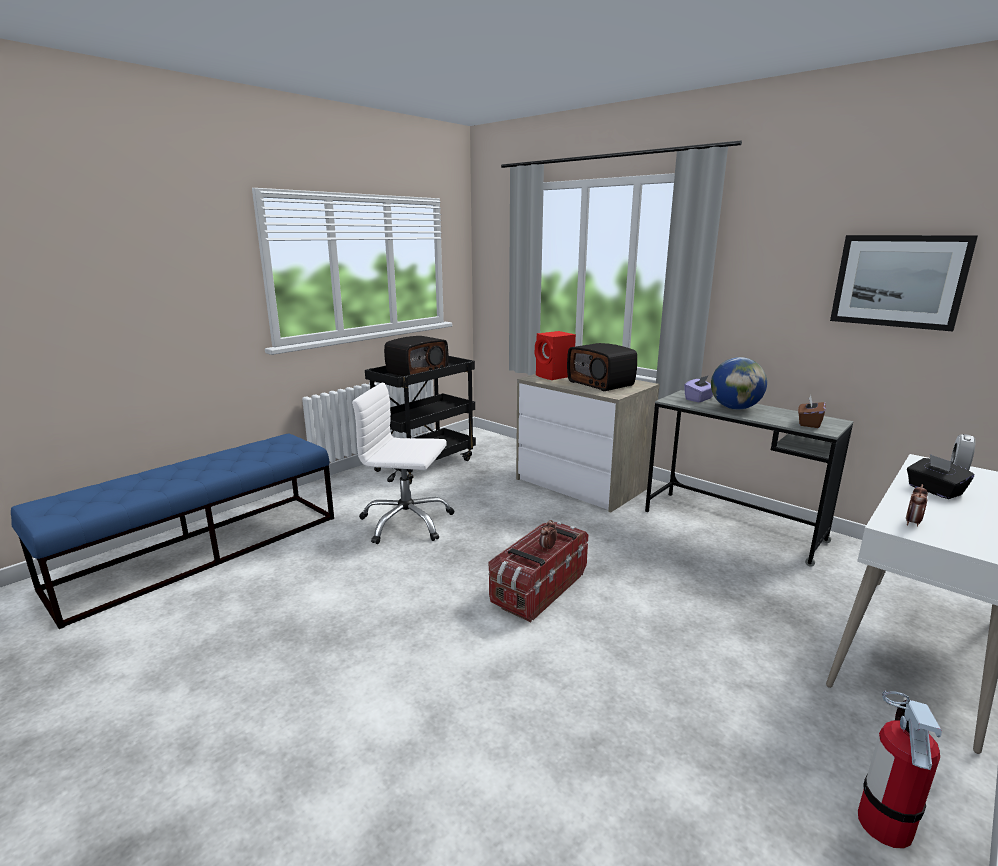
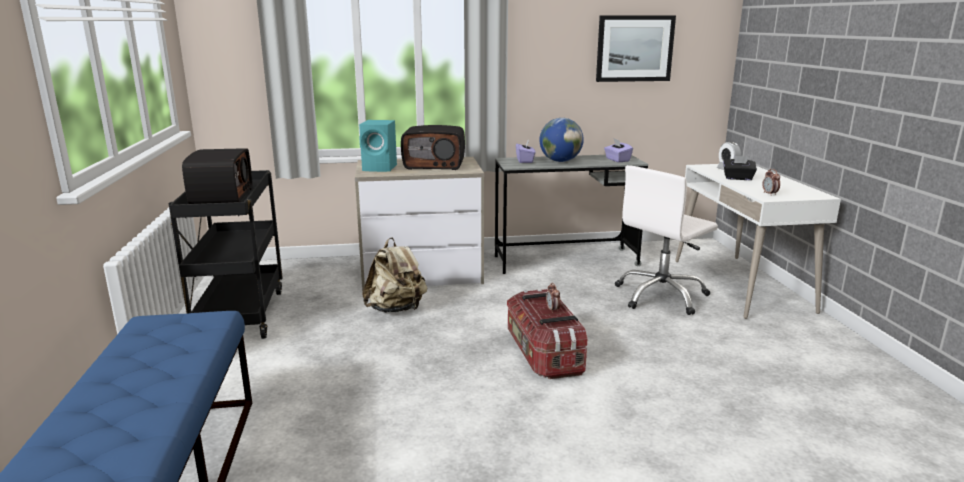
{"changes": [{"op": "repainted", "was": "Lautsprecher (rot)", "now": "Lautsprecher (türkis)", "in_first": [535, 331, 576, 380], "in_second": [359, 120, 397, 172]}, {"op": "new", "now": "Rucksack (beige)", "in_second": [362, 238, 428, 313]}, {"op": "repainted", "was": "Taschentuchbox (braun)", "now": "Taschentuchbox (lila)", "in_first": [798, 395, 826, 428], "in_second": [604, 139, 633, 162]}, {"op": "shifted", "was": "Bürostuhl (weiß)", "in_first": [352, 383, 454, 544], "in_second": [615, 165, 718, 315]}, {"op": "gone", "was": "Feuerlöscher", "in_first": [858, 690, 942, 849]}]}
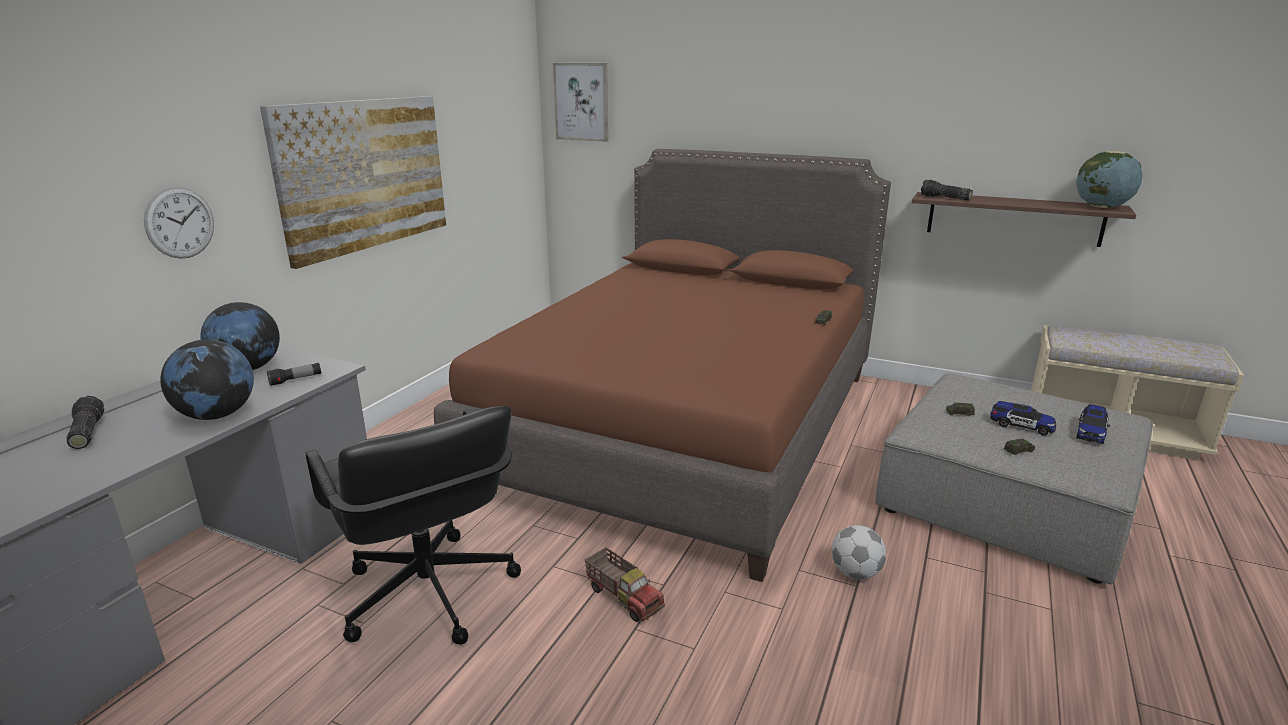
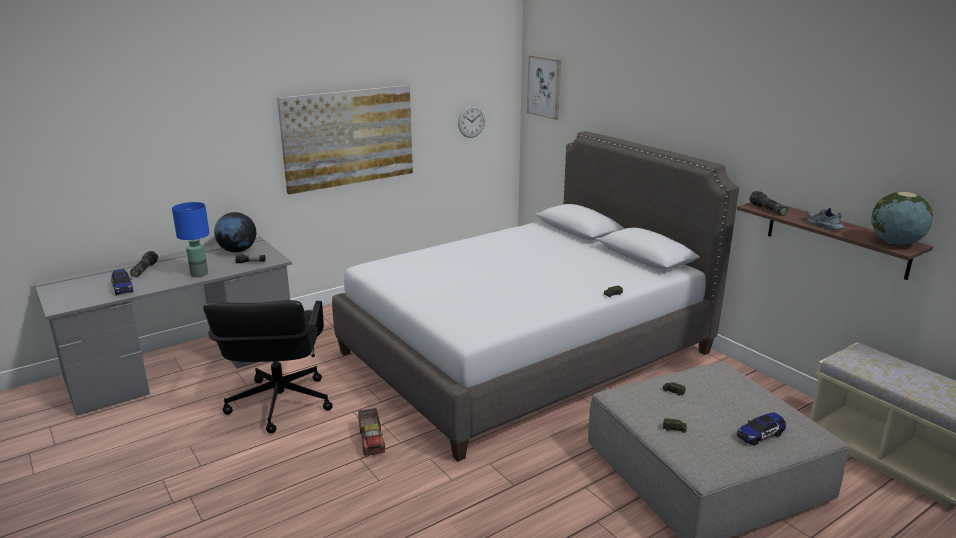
{"changes": [{"op": "shifted", "was": "Spielzeugauto", "in_first": [990, 401, 1056, 436], "in_second": [111, 269, 133, 295]}, {"op": "swapped", "was": "Globus", "now": "Tischlampe (blau)", "in_first": [160, 339, 254, 420], "in_second": [172, 202, 209, 277]}, {"op": "repainted", "was": "Bett (braun)", "now": "Bett (grau)", "in_first": [434, 149, 891, 582], "in_second": [332, 131, 739, 462]}, {"op": "shifted", "was": "Wanduhr", "in_first": [144, 187, 214, 259], "in_second": [458, 105, 485, 138]}, {"op": "new", "now": "Schuh", "in_second": [806, 208, 844, 230]}, {"op": "gone", "was": "Fußball", "in_first": [831, 525, 886, 580]}]}
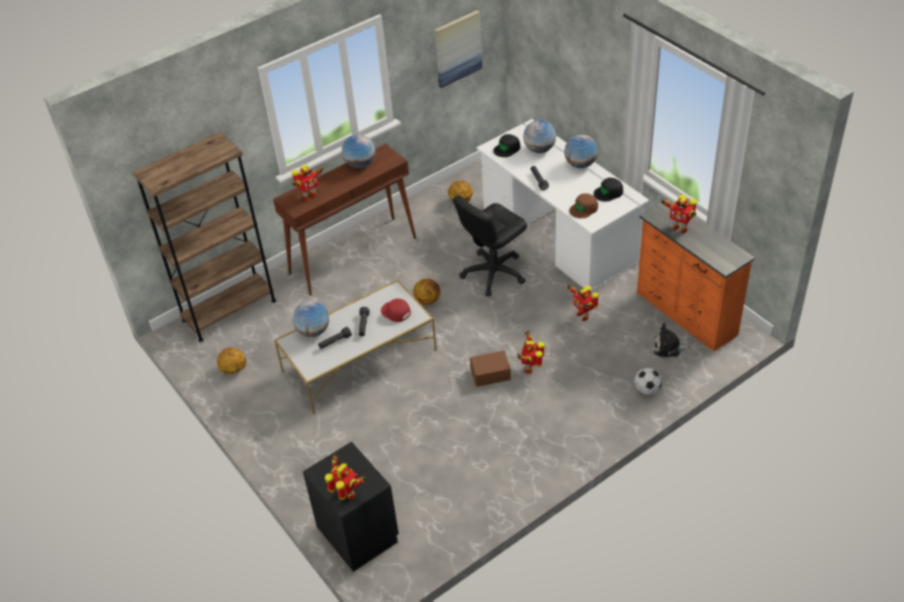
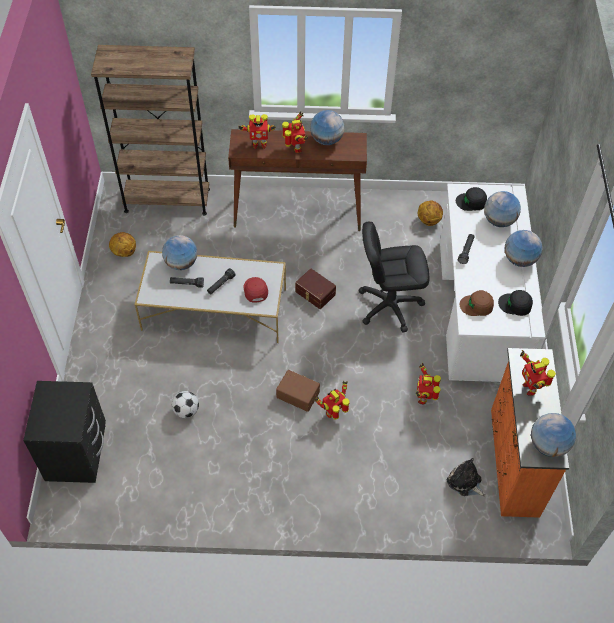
{"changes": [{"op": "shifted", "was": "Fußball", "in_first": [634, 368, 662, 395], "in_second": [172, 391, 199, 418]}, {"op": "shifted", "was": "Spielzeugroboter", "in_first": [325, 453, 366, 500], "in_second": [282, 111, 308, 153]}, {"op": "swapped", "was": "Basketball", "now": "Aufbewahrungsbox (braun)", "in_first": [413, 279, 440, 305], "in_second": [295, 268, 336, 309]}, {"op": "new", "now": "Globus", "in_second": [531, 413, 576, 457]}, {"op": "gone", "was": "Bild", "in_first": [434, 10, 482, 88]}]}
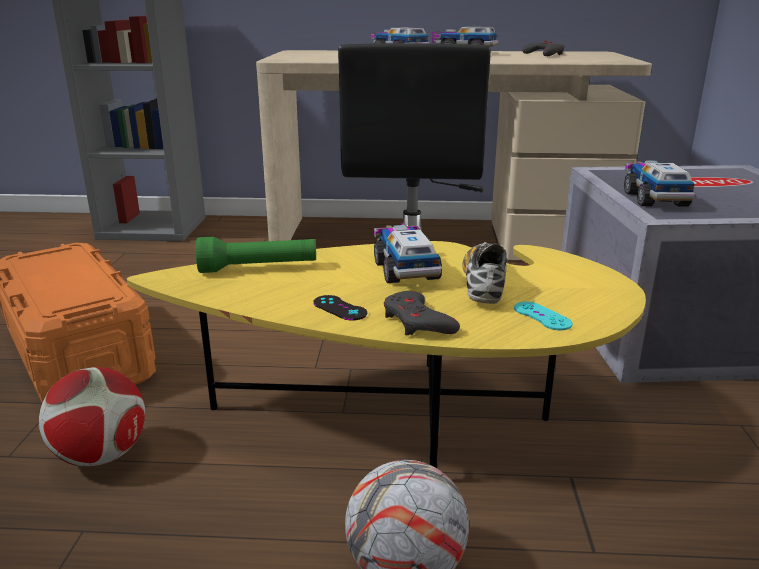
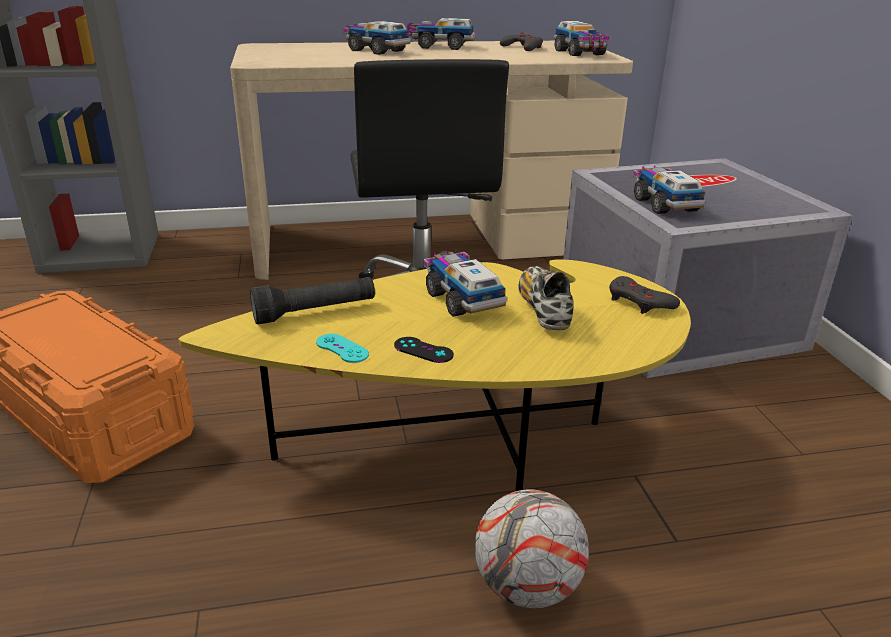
{"changes": [{"op": "repainted", "was": "Taschenlampe (grün)", "now": "Taschenlampe (schwarz)", "in_first": [195, 237, 316, 273], "in_second": [250, 277, 375, 325]}, {"op": "shifted", "was": "Gamepad (türkis)", "in_first": [514, 302, 573, 330], "in_second": [316, 334, 369, 363]}, {"op": "new", "now": "Spielzeuglaster", "in_second": [554, 21, 611, 56]}, {"op": "shifted", "was": "Gamepad (grau)", "in_first": [384, 291, 460, 336], "in_second": [609, 276, 680, 314]}, {"op": "gone", "was": "Fußball", "in_first": [39, 367, 145, 466]}]}
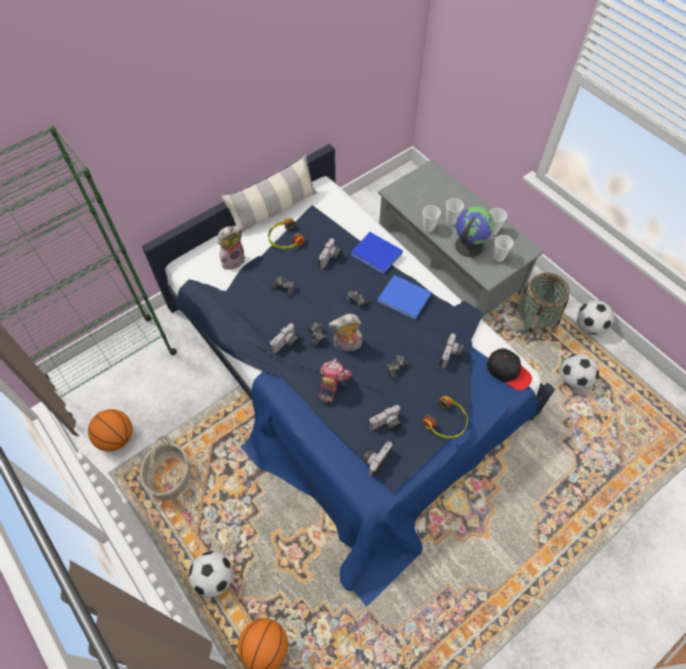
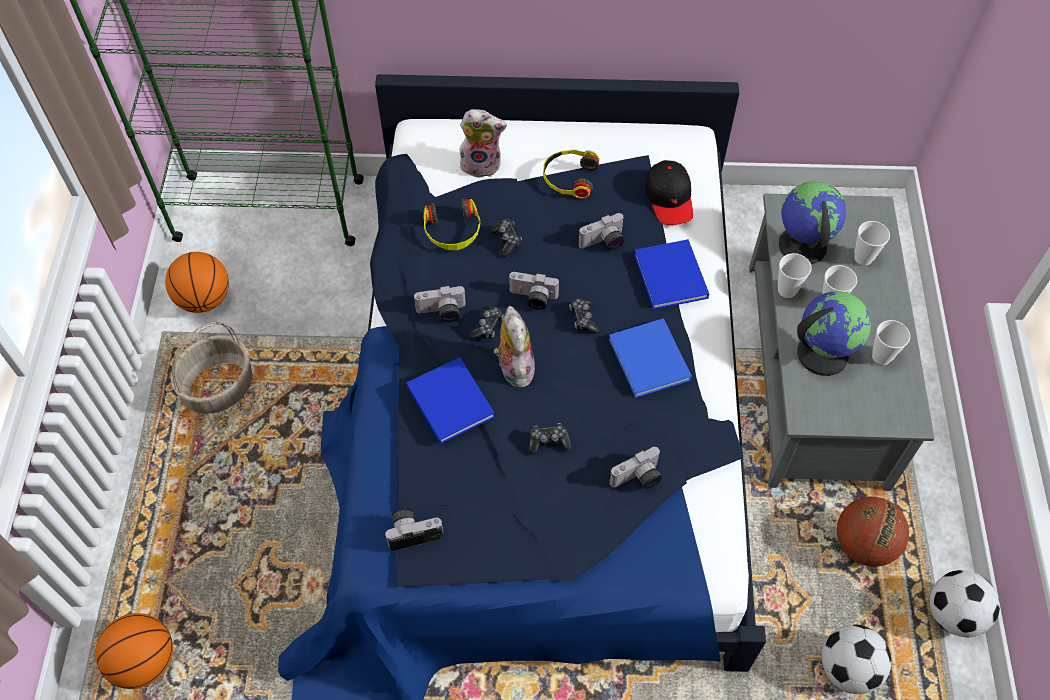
{"changes": [{"op": "swapped", "was": "Spielzeugroboter", "now": "Buch (blau)", "in_first": [318, 358, 352, 403], "in_second": [406, 357, 495, 444]}, {"op": "shifted", "was": "Kopfhörer", "in_first": [423, 396, 468, 438], "in_second": [424, 199, 481, 250]}, {"op": "rotated", "was": "Plüschtier", "in_first": [328, 314, 362, 351], "in_second": [494, 306, 535, 387], "clockwise": 45}, {"op": "shifted", "was": "Kamera", "in_first": [368, 405, 402, 431], "in_second": [508, 272, 560, 310]}, {"op": "shifted", "was": "Kappe (schwarz)", "in_first": [487, 348, 532, 391], "in_second": [645, 160, 693, 225]}, {"op": "new", "now": "Globus", "in_second": [779, 181, 846, 264]}, {"op": "swapped", "was": "Korb", "now": "Basketball", "in_first": [510, 273, 570, 341], "in_second": [837, 497, 909, 567]}, {"op": "shifted", "was": "Tasse", "in_first": [493, 235, 514, 262], "in_second": [854, 221, 890, 266]}, {"op": "gone", "was": "Fußball", "in_first": [189, 552, 233, 598]}, {"op": "gone", "was": "Kissen", "in_first": [221, 154, 317, 233]}]}
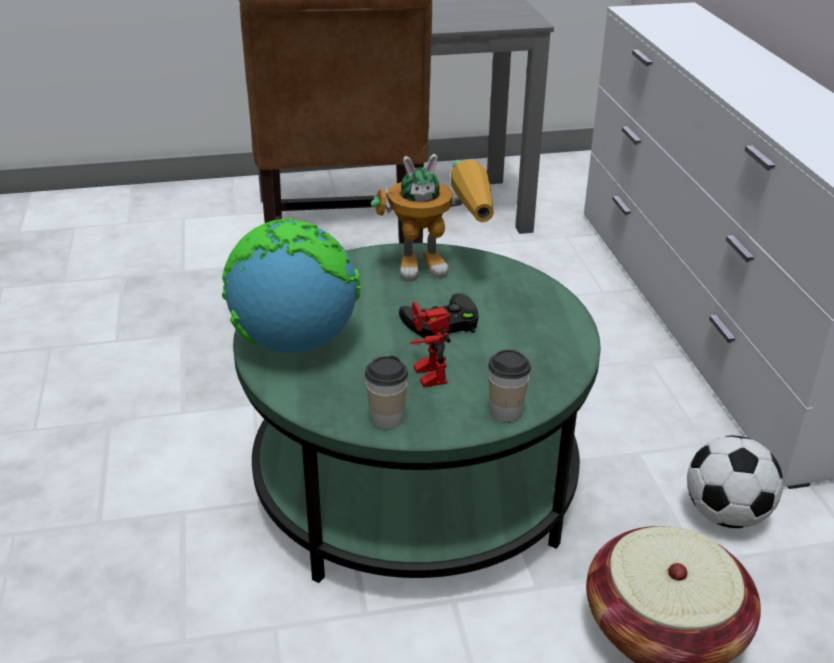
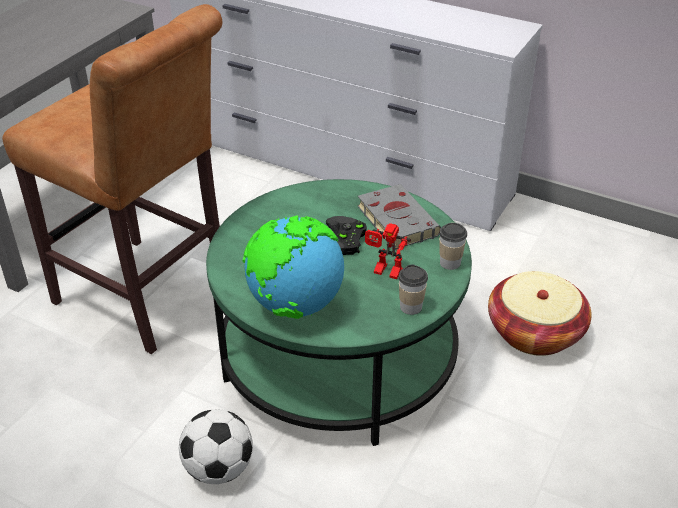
{"changes": [{"op": "shifted", "was": "Fußball", "in_first": [687, 436, 783, 528], "in_second": [179, 409, 253, 484]}, {"op": "new", "now": "Buch (grau)", "in_second": [358, 184, 441, 249]}, {"op": "gone", "was": "Spielzeugroboter", "in_first": [371, 154, 494, 282]}]}
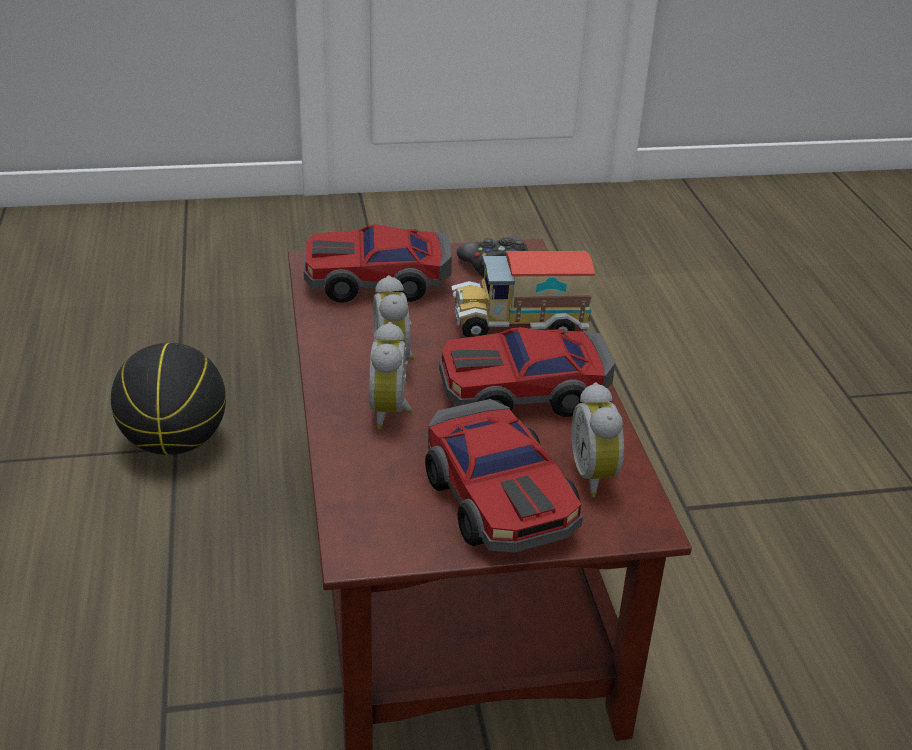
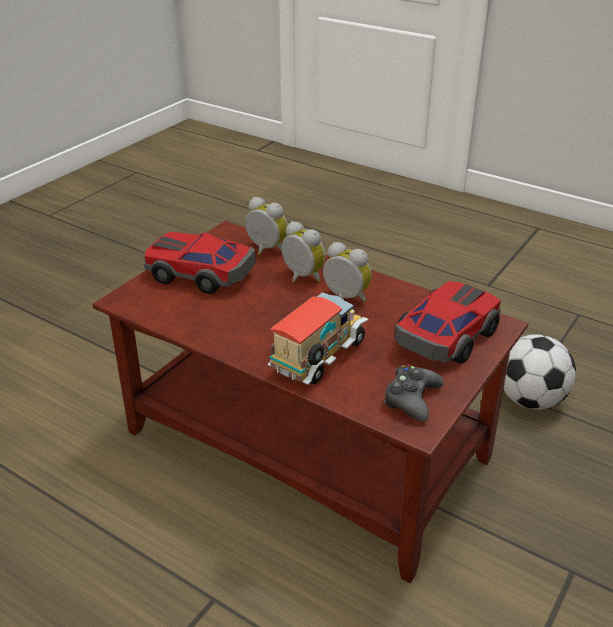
{"changes": [{"op": "shifted", "was": "Wecker", "in_first": [571, 382, 624, 497], "in_second": [245, 197, 288, 255]}, {"op": "swapped", "was": "Basketball", "now": "Fußball", "in_first": [111, 343, 226, 455], "in_second": [503, 334, 576, 409]}, {"op": "gone", "was": "Spielzeugauto", "in_first": [439, 327, 615, 417]}]}
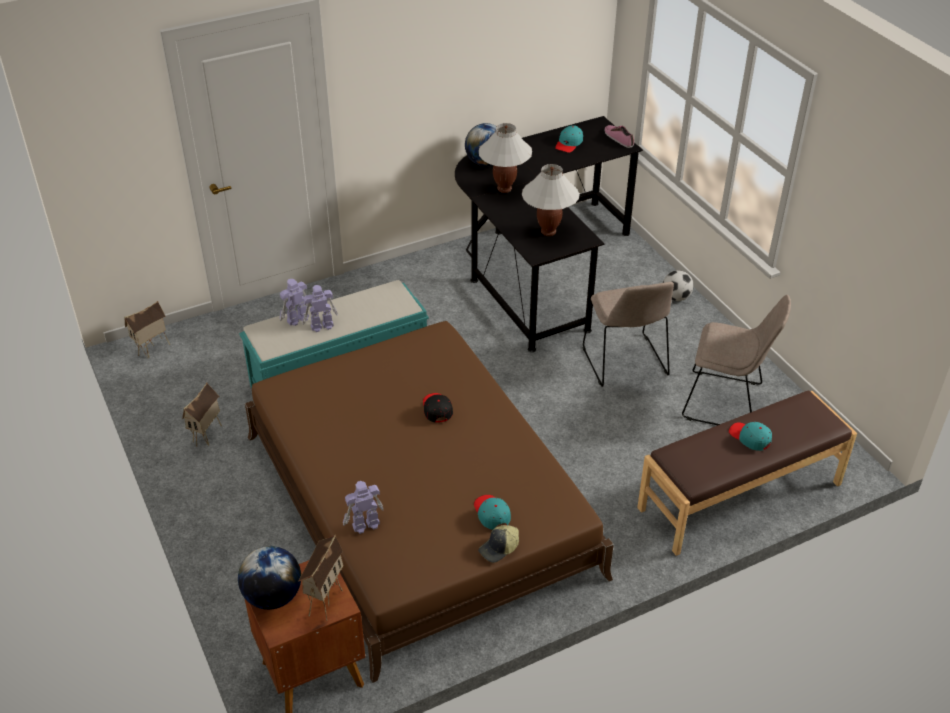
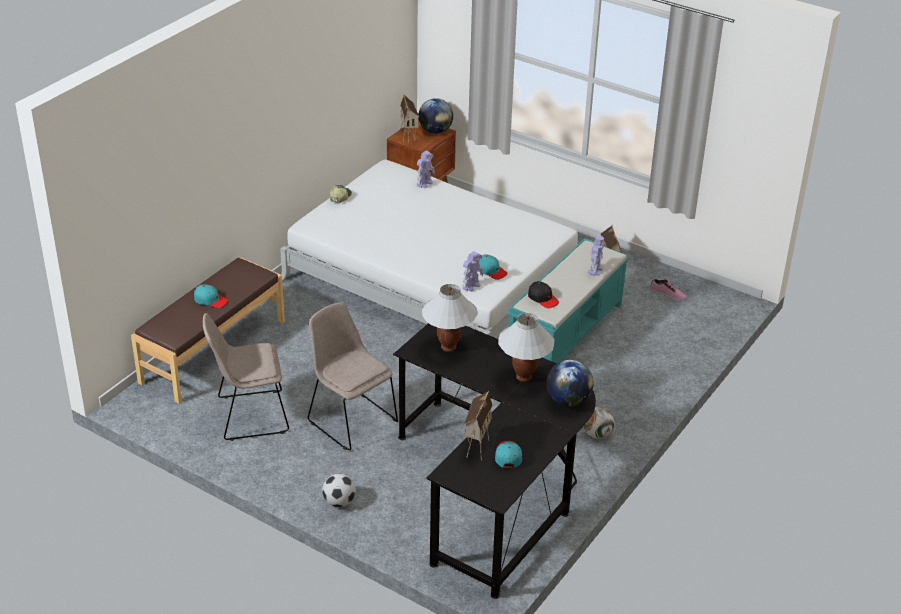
{"changes": [{"op": "repainted", "was": "Bett (braun)", "now": "Bett (weiß)", "in_first": [245, 321, 614, 683], "in_second": [280, 160, 578, 338]}, {"op": "shifted", "was": "Spielzeugroboter", "in_first": [302, 285, 338, 332], "in_second": [462, 251, 483, 292]}, {"op": "shifted", "was": "Spielzeughaus", "in_first": [124, 301, 170, 359], "in_second": [464, 391, 493, 460]}, {"op": "shifted", "was": "Kappe (türkis)", "in_first": [474, 495, 511, 530], "in_second": [477, 254, 508, 280]}, {"op": "shifted", "was": "Kappe (schwarz)", "in_first": [423, 393, 453, 423], "in_second": [528, 281, 559, 309]}, {"op": "new", "now": "Fußball", "in_second": [584, 407, 615, 439]}, {"op": "shifted", "was": "Schuh", "in_first": [604, 125, 634, 148], "in_second": [650, 279, 687, 301]}]}
